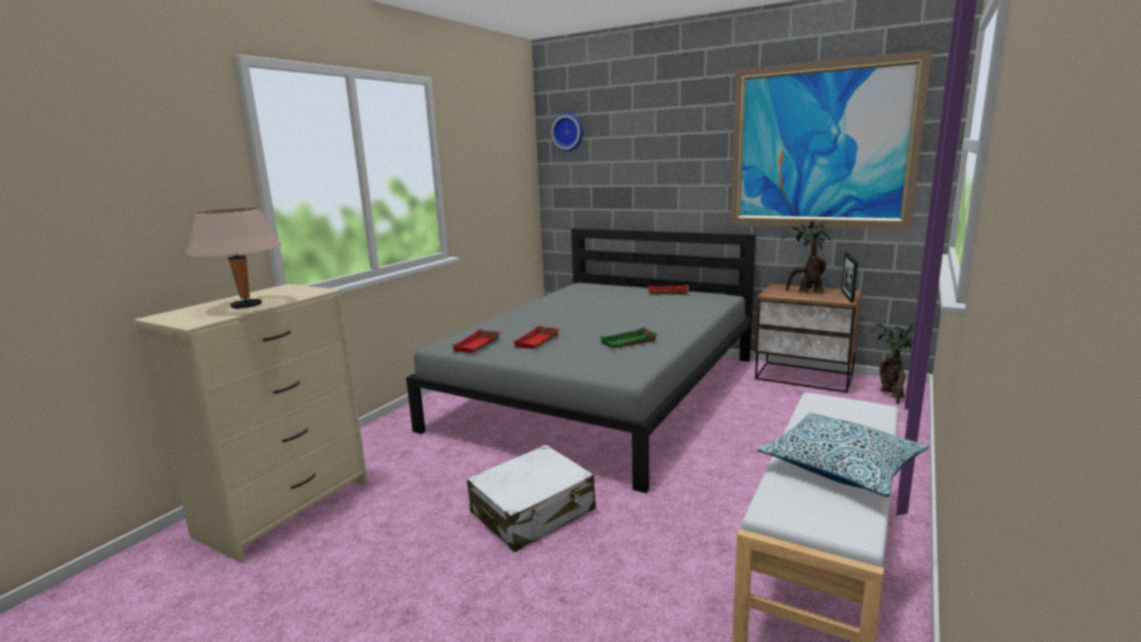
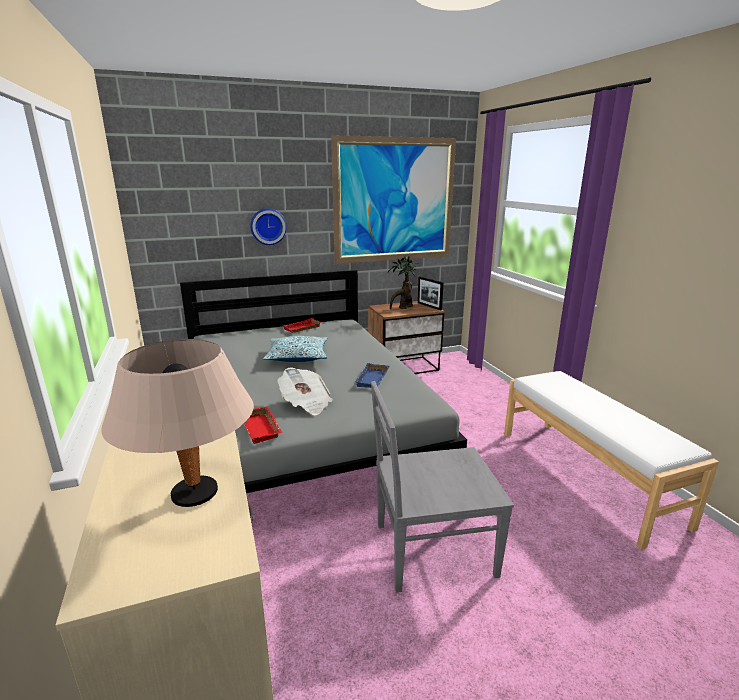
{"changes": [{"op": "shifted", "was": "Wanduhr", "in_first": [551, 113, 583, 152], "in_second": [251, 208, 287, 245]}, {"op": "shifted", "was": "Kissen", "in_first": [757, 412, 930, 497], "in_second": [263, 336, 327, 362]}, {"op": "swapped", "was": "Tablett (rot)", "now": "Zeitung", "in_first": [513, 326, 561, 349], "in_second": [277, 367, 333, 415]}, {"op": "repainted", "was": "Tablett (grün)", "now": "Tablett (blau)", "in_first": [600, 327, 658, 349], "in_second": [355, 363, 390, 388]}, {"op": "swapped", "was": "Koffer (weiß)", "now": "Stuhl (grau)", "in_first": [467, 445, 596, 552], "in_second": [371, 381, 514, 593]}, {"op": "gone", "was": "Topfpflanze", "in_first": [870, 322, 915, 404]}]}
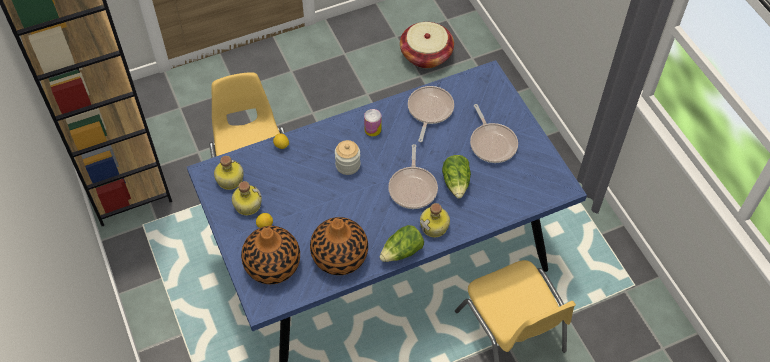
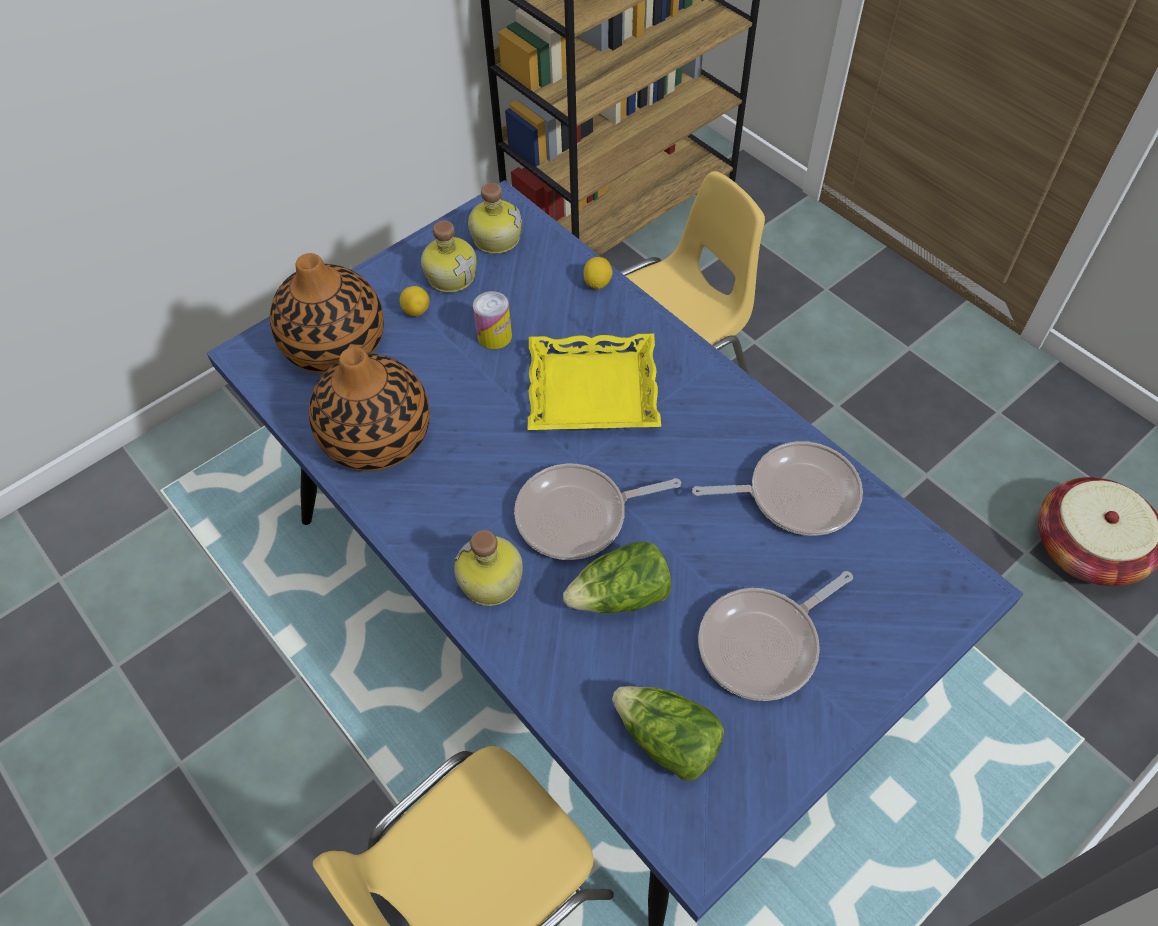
{"changes": [{"op": "shifted", "was": "Dose", "in_first": [364, 109, 381, 136], "in_second": [473, 291, 512, 349]}, {"op": "swapped", "was": "Vorratsglas", "now": "Tablett (gelb)", "in_first": [335, 140, 360, 175], "in_second": [528, 334, 661, 430]}, {"op": "shifted", "was": "Salatkopf", "in_first": [380, 225, 424, 262], "in_second": [612, 686, 724, 780]}]}
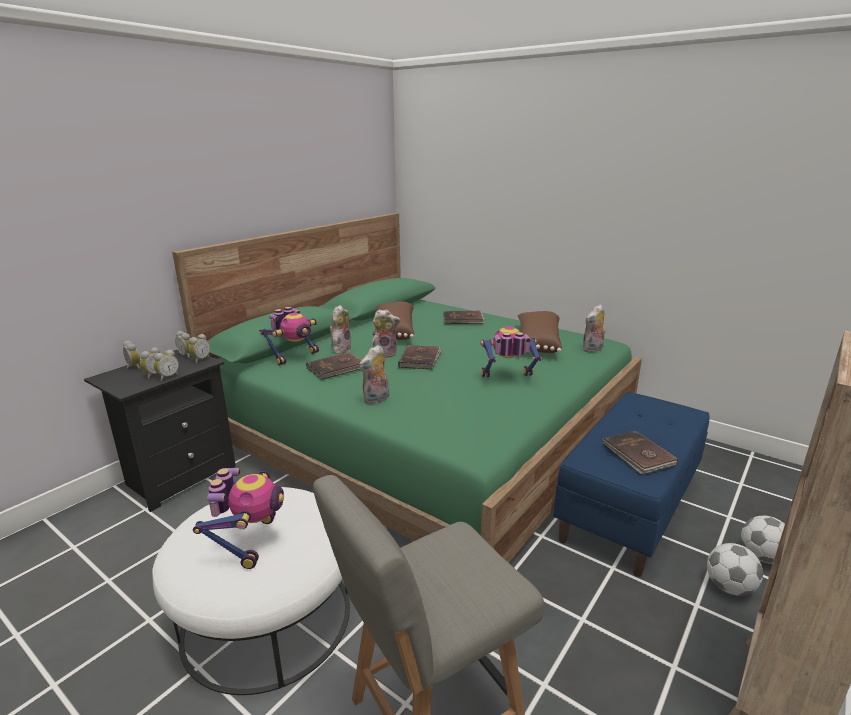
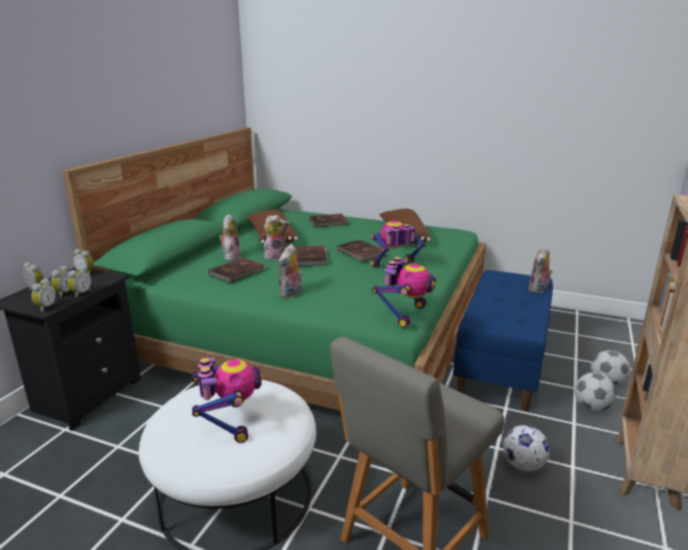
{"changes": [{"op": "shifted", "was": "Wecker", "in_first": [188, 334, 210, 363], "in_second": [31, 278, 56, 312]}, {"op": "shifted", "was": "Buch (braun)", "in_first": [602, 431, 678, 475], "in_second": [336, 240, 386, 262]}, {"op": "shifted", "was": "Spielzeugroboter", "in_first": [260, 307, 319, 366], "in_second": [372, 257, 436, 328]}, {"op": "new", "now": "Fußball", "in_second": [503, 425, 550, 471]}, {"op": "shifted", "was": "Plüschtier", "in_first": [582, 304, 606, 353], "in_second": [528, 246, 553, 293]}]}
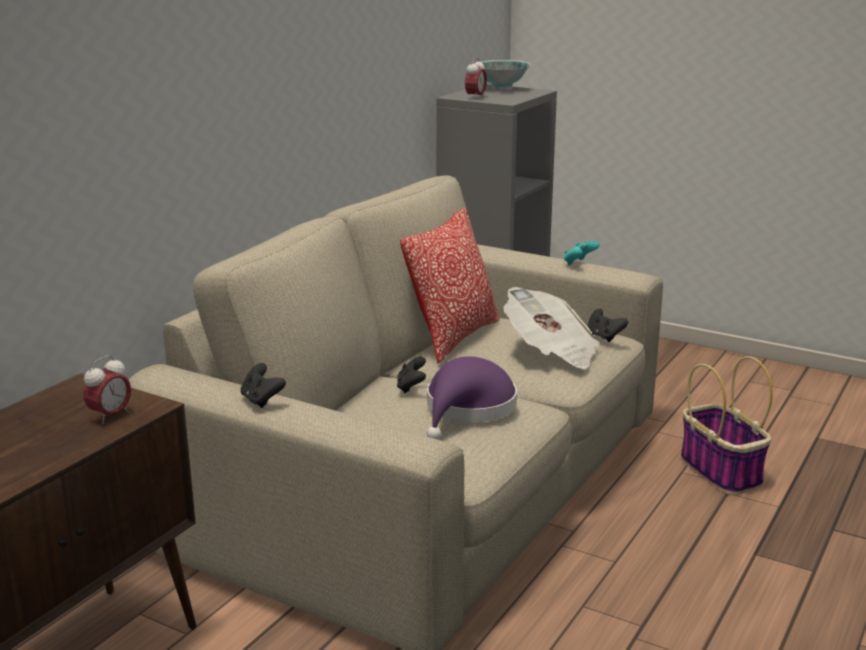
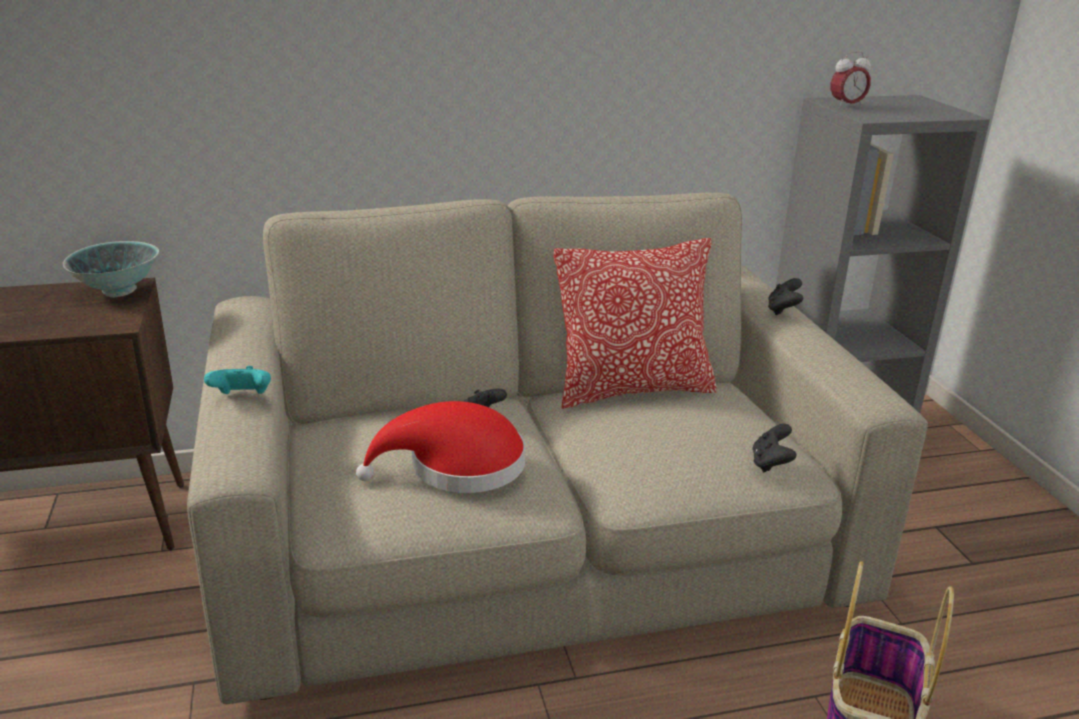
{"changes": [{"op": "shifted", "was": "Schüssel", "in_first": [481, 60, 530, 90], "in_second": [63, 241, 159, 298]}, {"op": "shifted", "was": "Gamepad (türkis)", "in_first": [564, 241, 600, 265], "in_second": [204, 366, 271, 394]}, {"op": "repainted", "was": "Hut (lila)", "now": "Hut (rot)", "in_first": [427, 356, 517, 440], "in_second": [356, 401, 525, 493]}, {"op": "shifted", "was": "Gamepad (schwarz)", "in_first": [241, 363, 286, 408], "in_second": [768, 278, 803, 315]}, {"op": "gone", "was": "Wecker", "in_first": [83, 355, 131, 424]}, {"op": "gone", "was": "Zeitung", "in_first": [503, 287, 600, 369]}]}
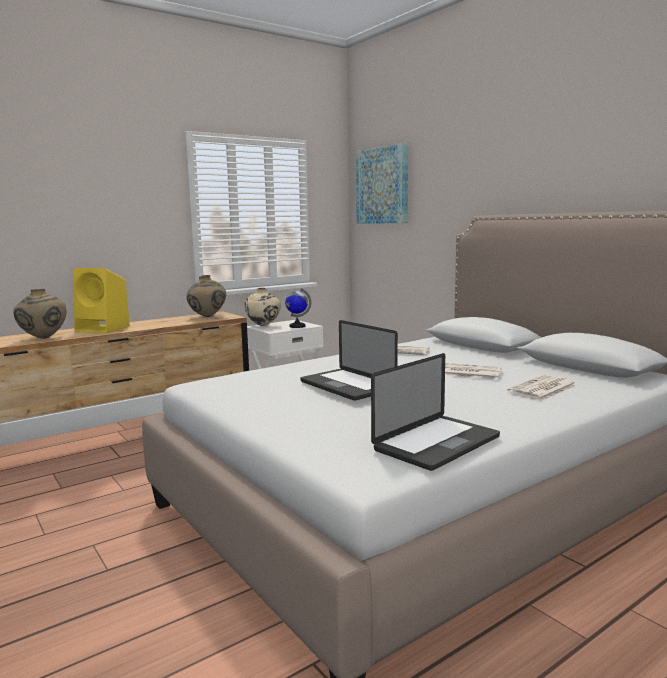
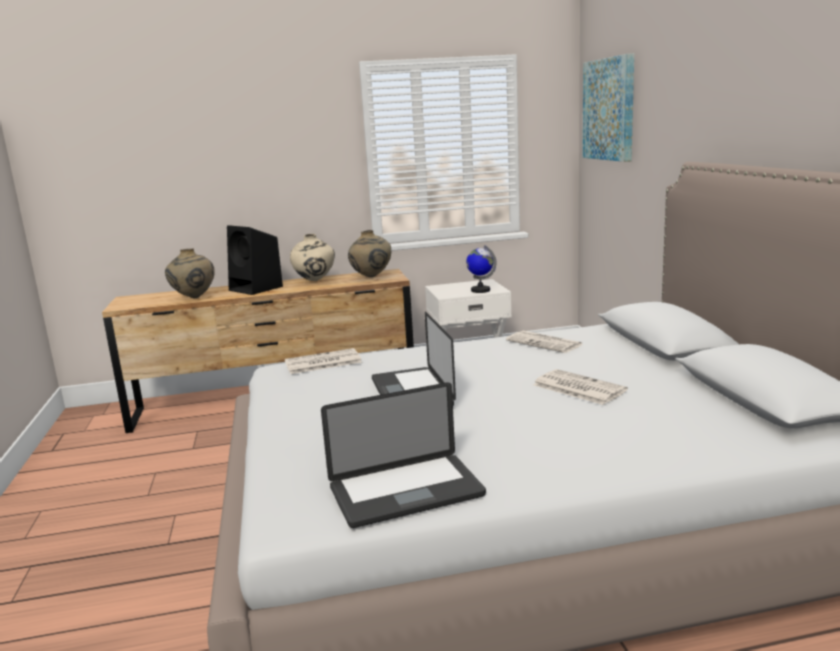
{"changes": [{"op": "repainted", "was": "Lautsprecher (gelb)", "now": "Lautsprecher (schwarz)", "in_first": [73, 268, 130, 333], "in_second": [227, 225, 283, 295]}, {"op": "shifted", "was": "Zeitung", "in_first": [507, 375, 577, 401], "in_second": [285, 348, 362, 374]}, {"op": "shifted", "was": "Vase (beige)", "in_first": [244, 288, 281, 326], "in_second": [290, 234, 335, 281]}]}
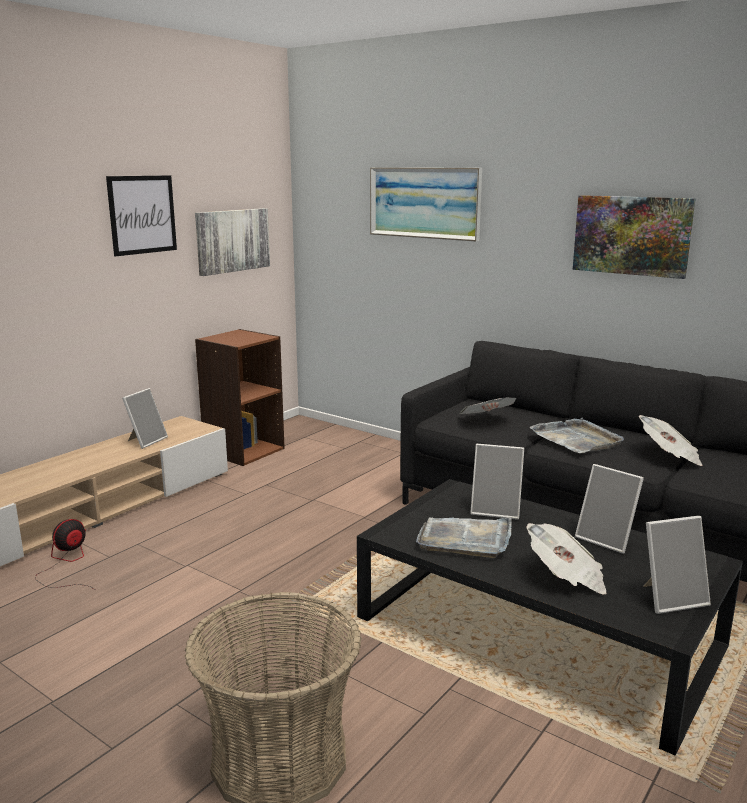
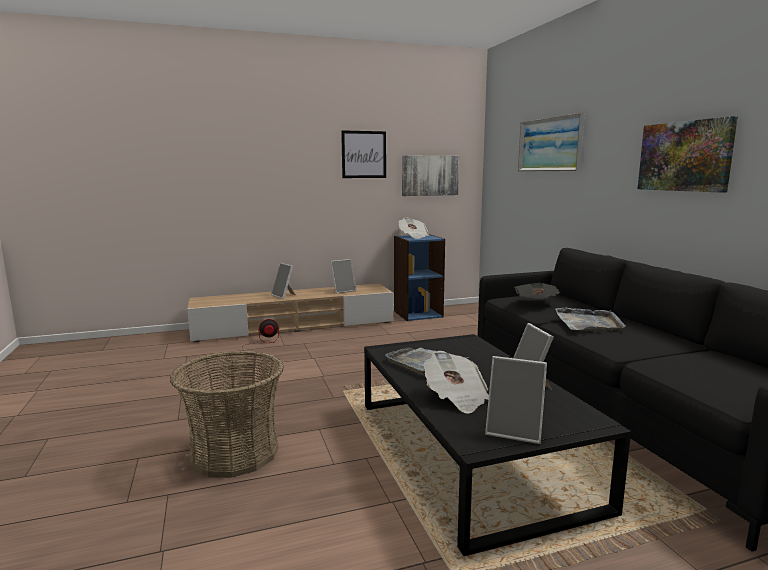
{"changes": [{"op": "shifted", "was": "Bilderrahmen", "in_first": [470, 444, 524, 520], "in_second": [271, 263, 295, 299]}, {"op": "repainted", "was": "Bücherregal (braun)", "now": "Bücherregal (blau)", "in_first": [195, 329, 285, 466], "in_second": [394, 234, 445, 321]}, {"op": "shifted", "was": "Zeitung", "in_first": [639, 415, 702, 466], "in_second": [398, 217, 429, 239]}]}
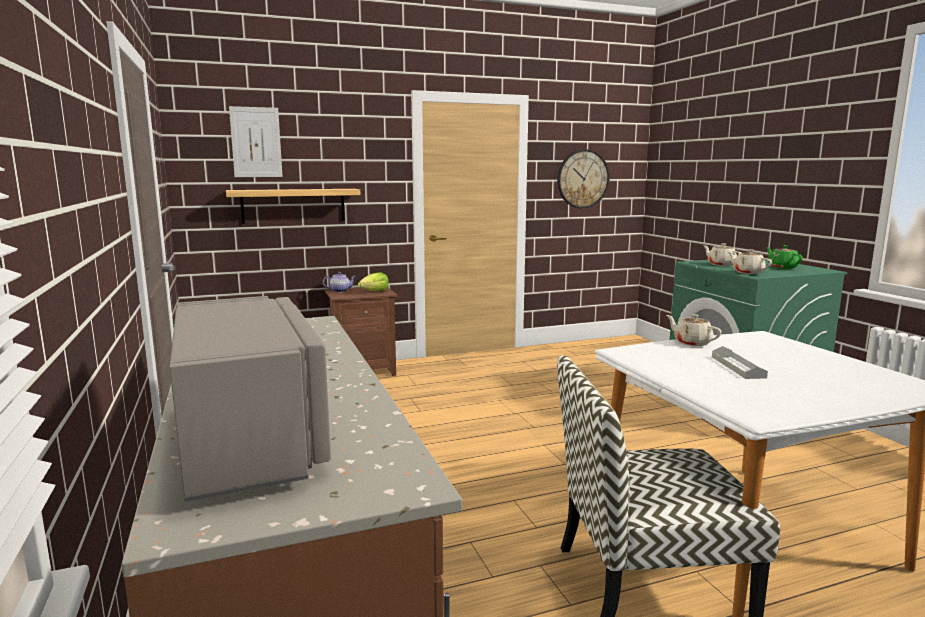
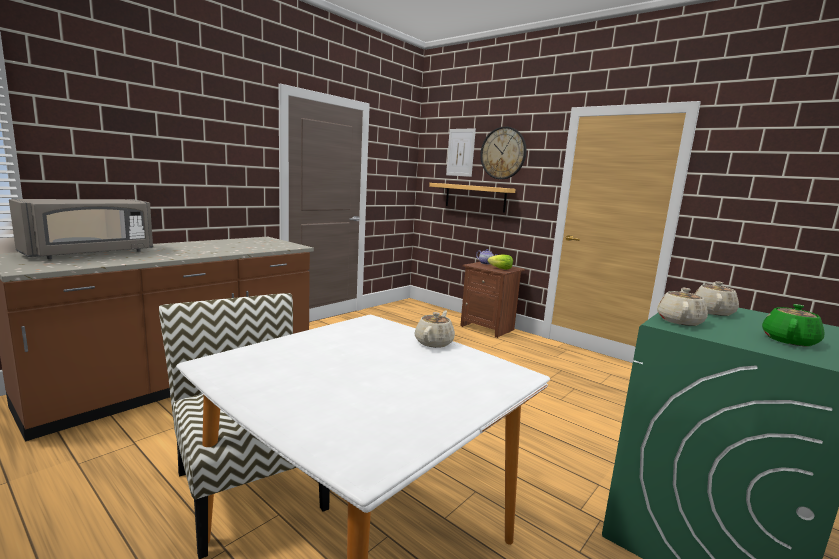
{"changes": [{"op": "shifted", "was": "Wanduhr", "in_first": [557, 149, 610, 208], "in_second": [480, 127, 527, 179]}, {"op": "gone", "was": "Tablett (grau)", "in_first": [712, 346, 768, 379]}]}
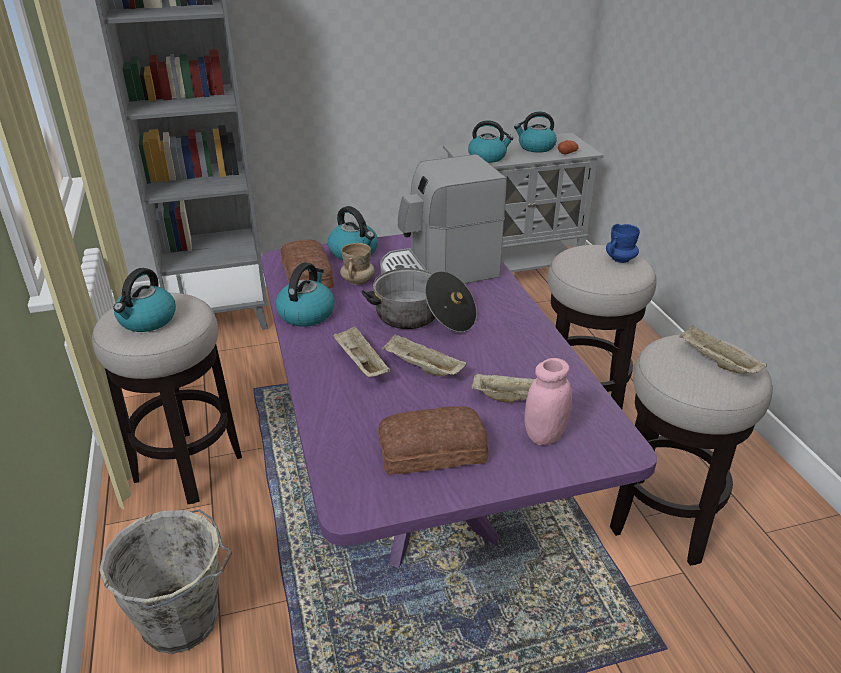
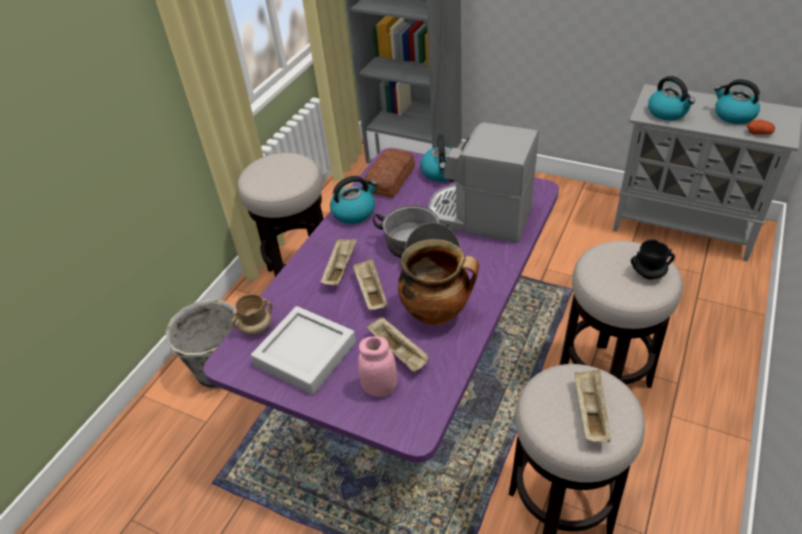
{"changes": [{"op": "shifted", "was": "Henkelbecher (beige)", "in_first": [340, 243, 375, 285], "in_second": [231, 294, 273, 334]}, {"op": "swapped", "was": "Brot", "now": "Tablett (grau)", "in_first": [378, 406, 489, 475], "in_second": [251, 306, 356, 395]}, {"op": "new", "now": "Kochtopf", "in_second": [398, 239, 479, 325]}, {"op": "repainted", "was": "Henkelbecher (blau)", "now": "Henkelbecher (schwarz)", "in_first": [606, 224, 640, 263], "in_second": [631, 240, 675, 279]}, {"op": "gone", "was": "Wasserkessel", "in_first": [113, 268, 176, 332]}]}
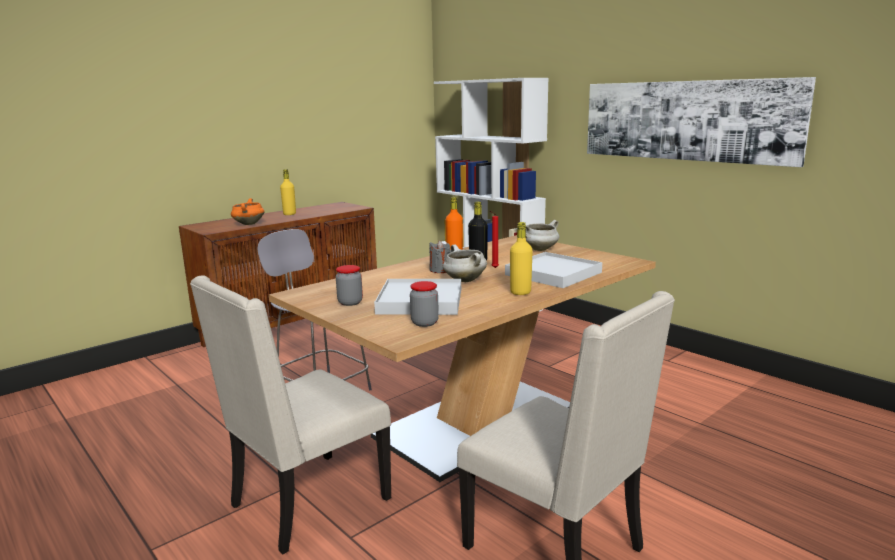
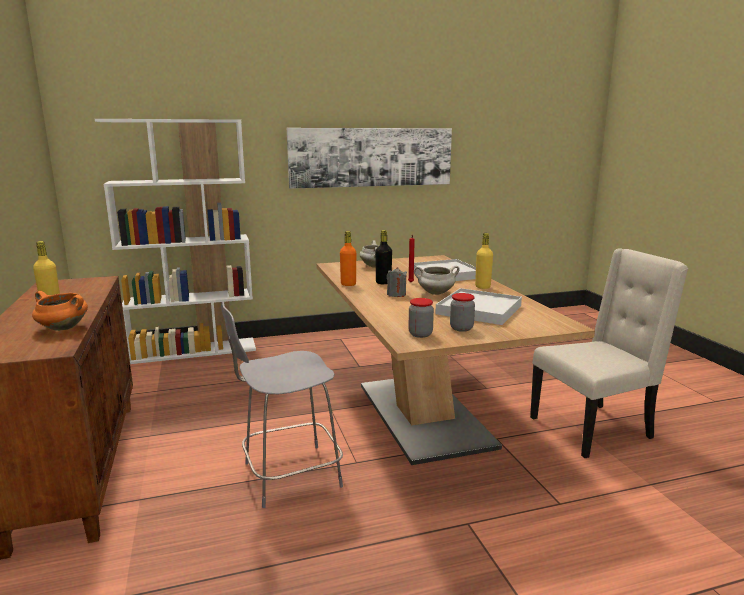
{"changes": [{"op": "shifted", "was": "Vorratsglas", "in_first": [410, 281, 439, 327], "in_second": [408, 298, 434, 338]}, {"op": "gone", "was": "Stuhl (beige)", "in_first": [190, 275, 391, 555]}]}
